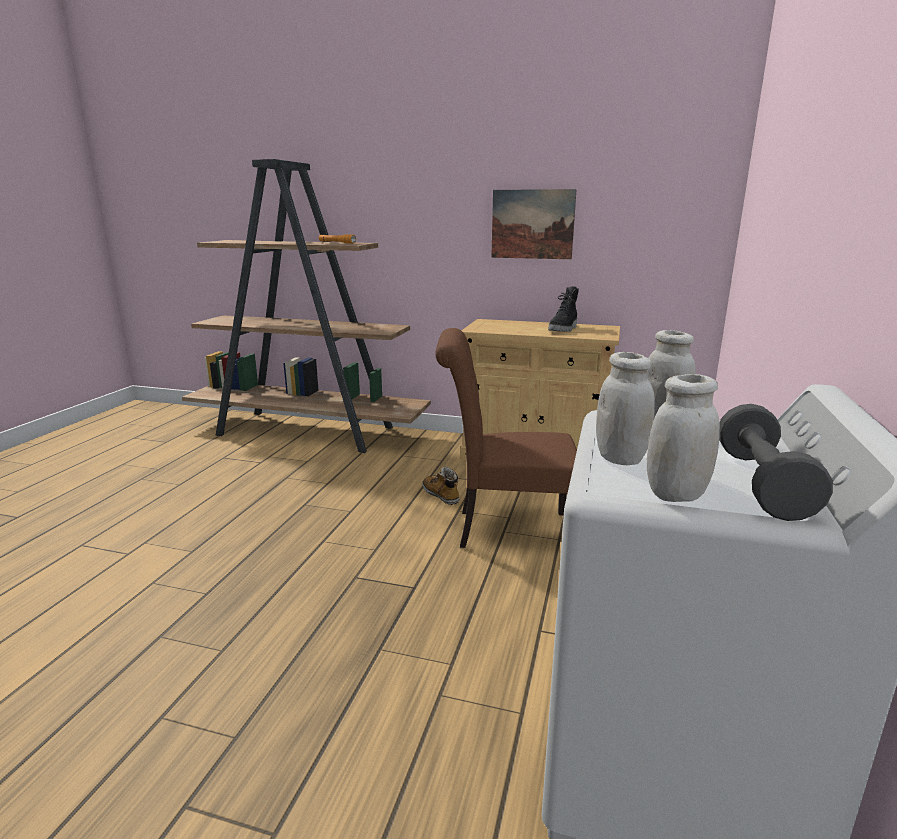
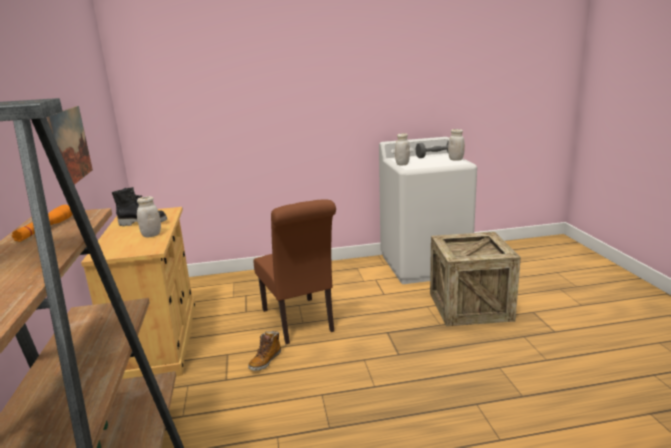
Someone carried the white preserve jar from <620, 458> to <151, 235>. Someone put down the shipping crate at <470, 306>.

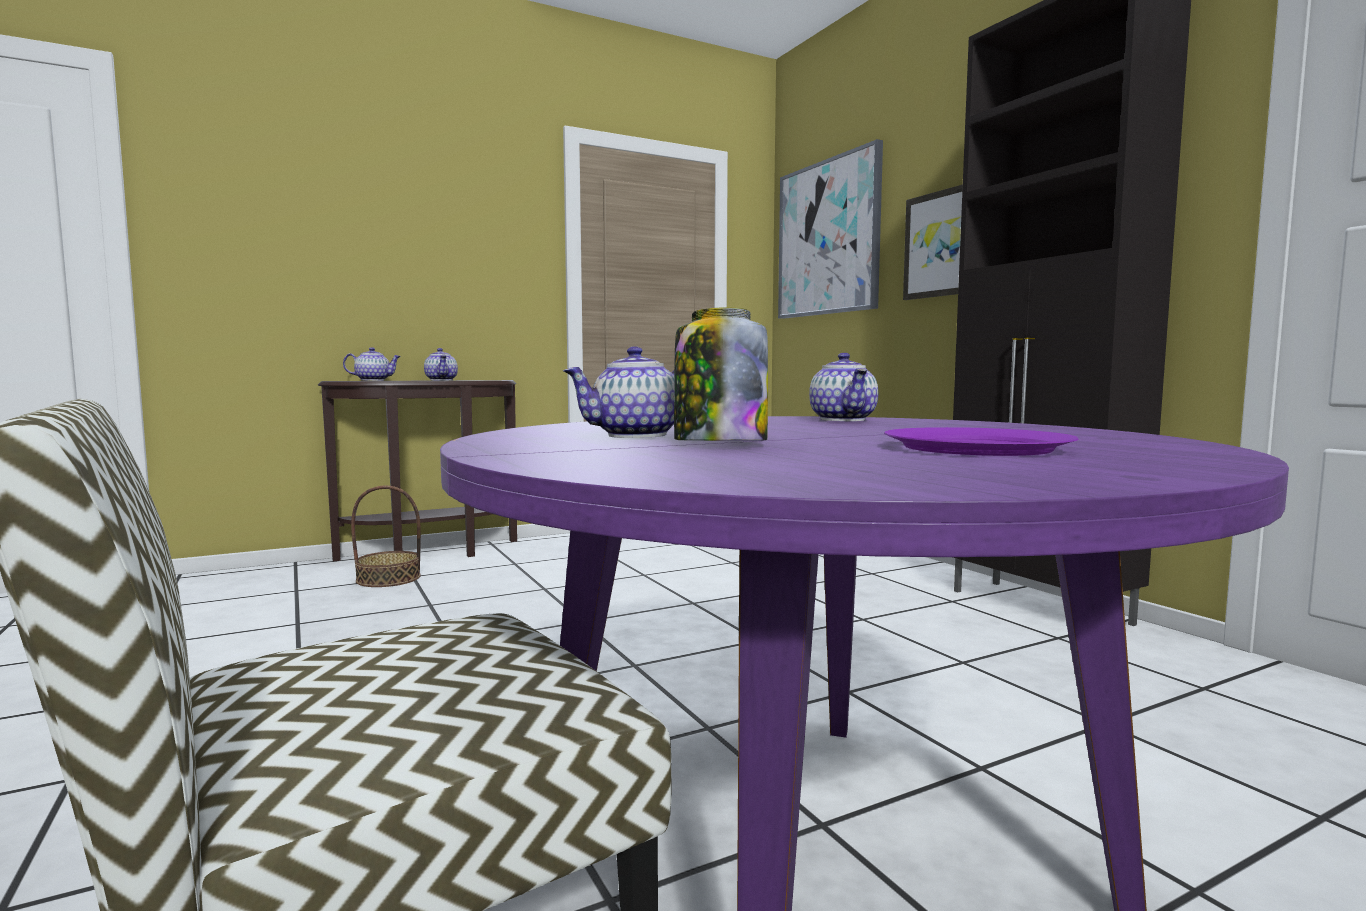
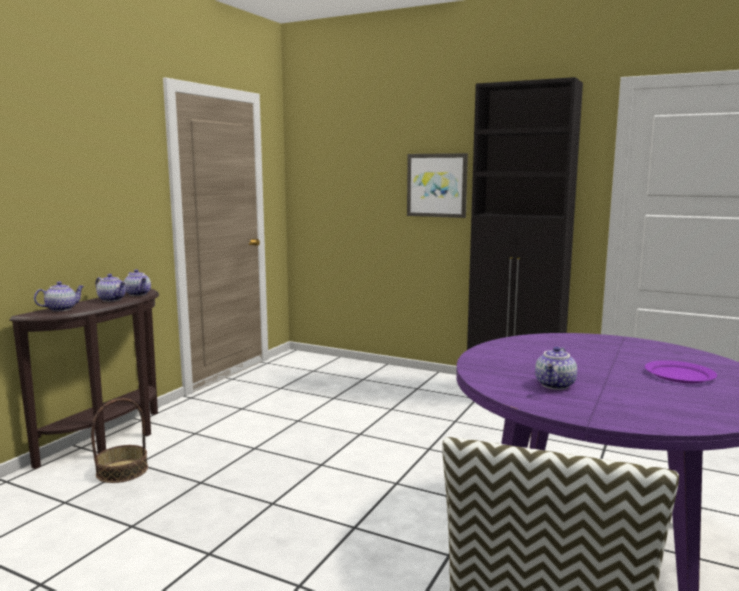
Someone carried the teapot from <844, 419> to <139, 294>. Someone took away the preserve jar at <718, 443>. Someone took away the wall art at <828, 238>.

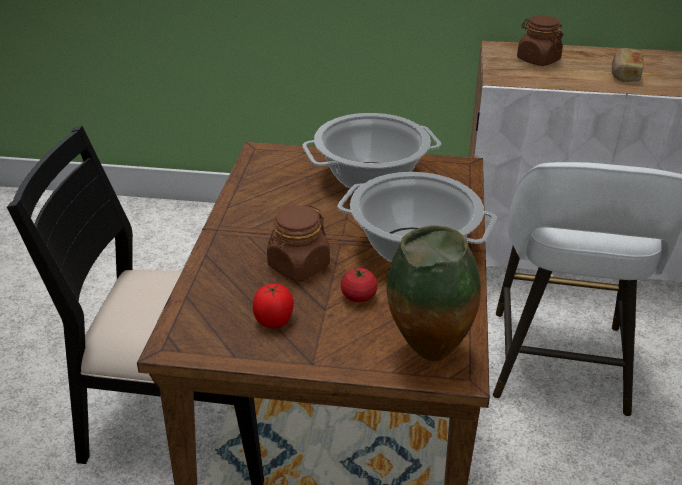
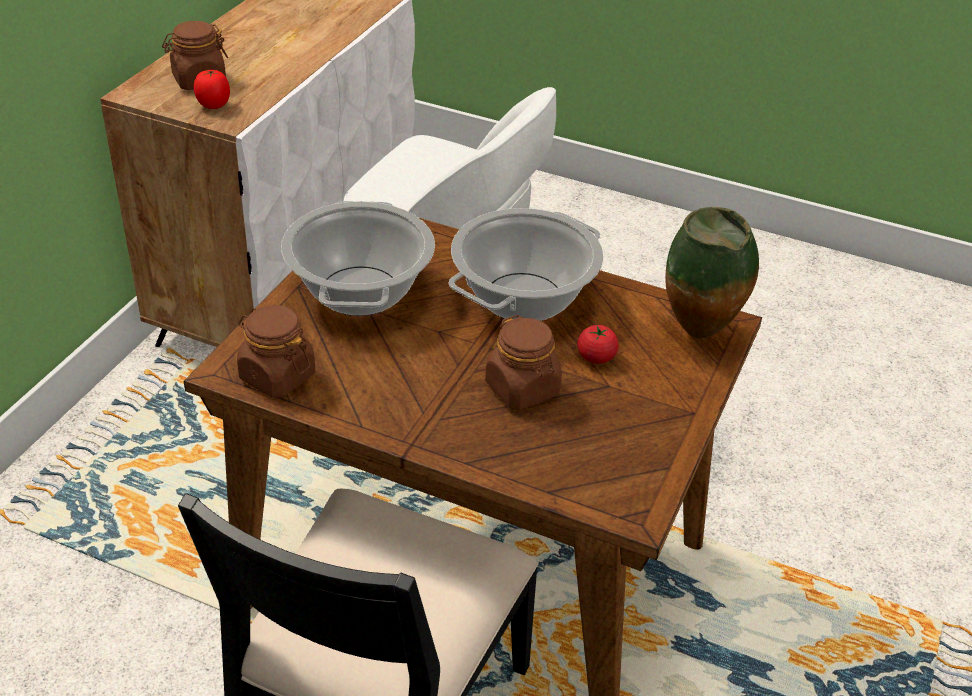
Someone carried the tomato from <274, 321> to <213, 105>. Someone put down the brownish preserve jar at <277, 376>. Someone took away the baked bread at <625, 75>.

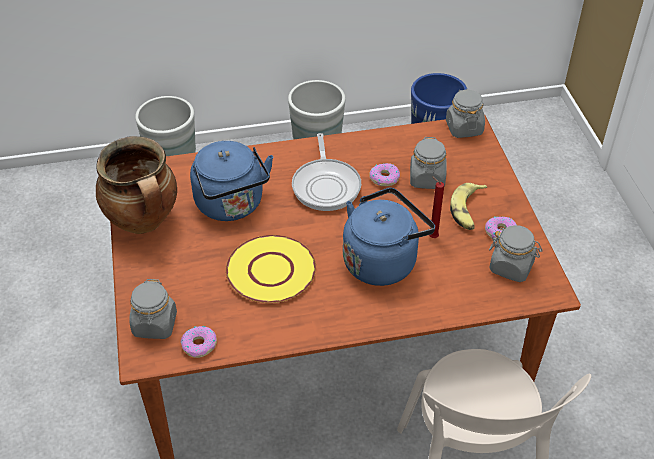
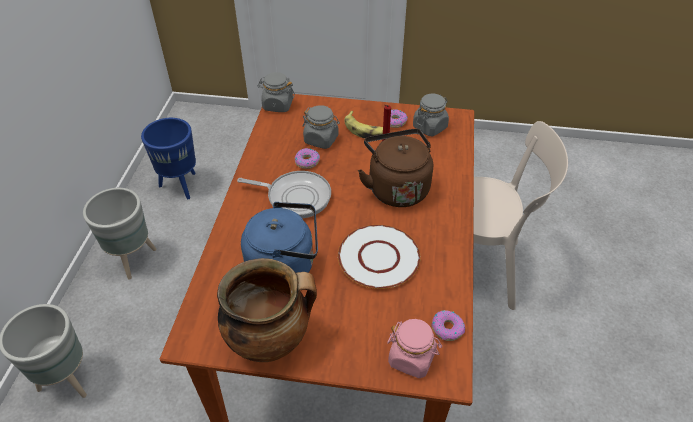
Someone repainted the yellowish dinner plate at <271, 270>, which became the white dinner plate at <378, 257>. Someone repainted the blue-coloured tea kettle at <382, 260>, which became the brownish tea kettle at <396, 188>. Someone repainted the greyish preserve jar at <155, 324>, which became the pink preserve jar at <412, 358>.

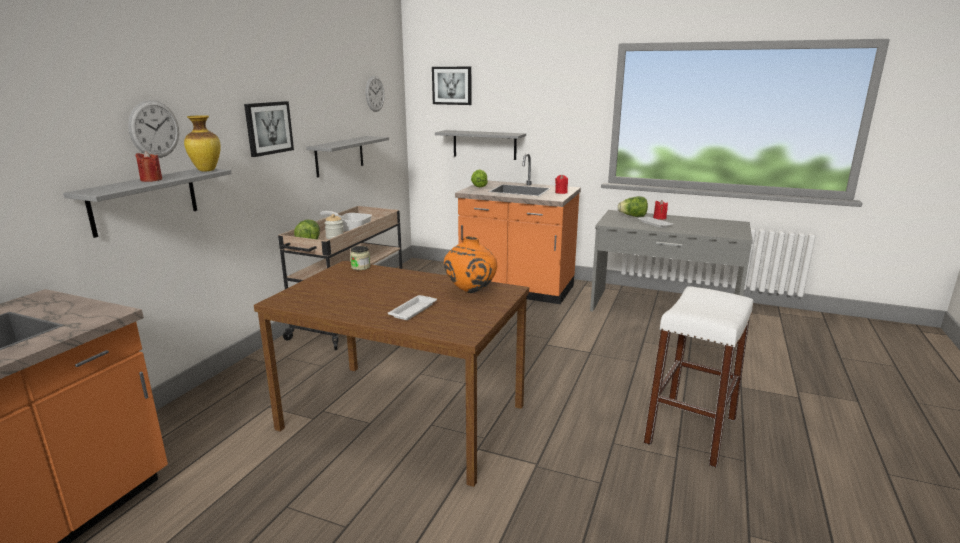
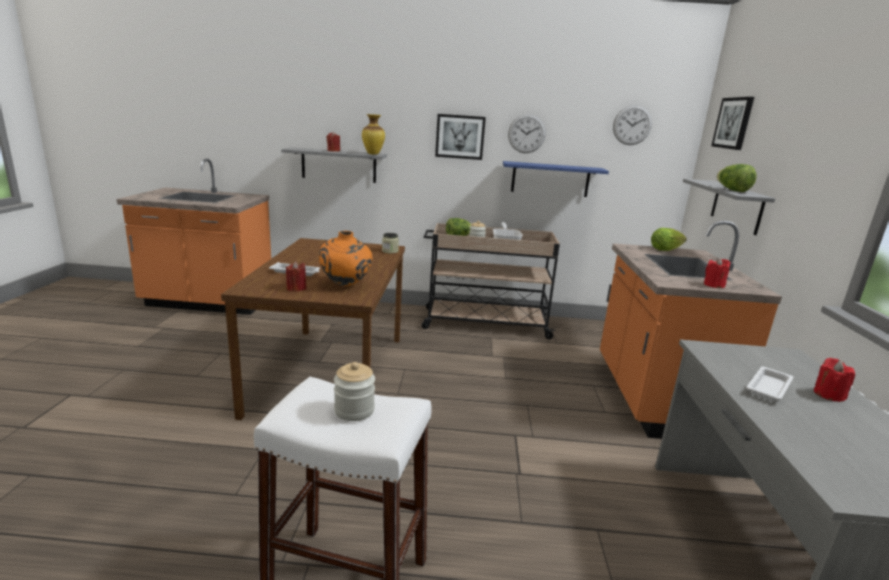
Someone put down the red candle at <296, 288>. Someone put down the preserve jar at <354, 410>. Someone repainted the greyish bracket shelf at <339, 156>, which became the blue-coloured bracket shelf at <550, 179>. Someone carried the wall clock from <154, 129> to <526, 134>. Someone carried the lettuce from <632, 216> to <732, 190>.

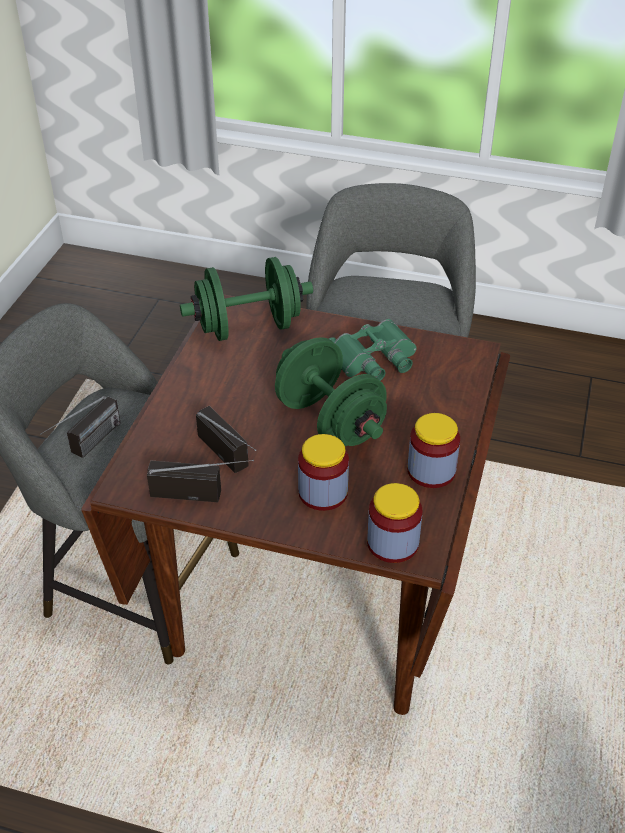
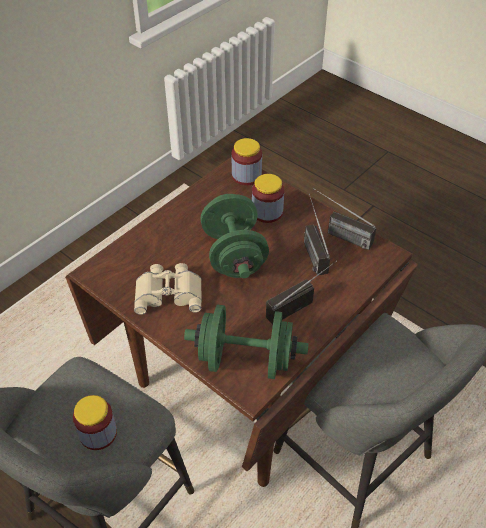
Someone carried the preserve jar from <431, 471> to <98, 433>. Someone repainted the green field glasses at <374, 359>, which became the beige-coloured field glasses at <169, 292>. Someone carried the radio set from <87, 448> to <299, 303>.

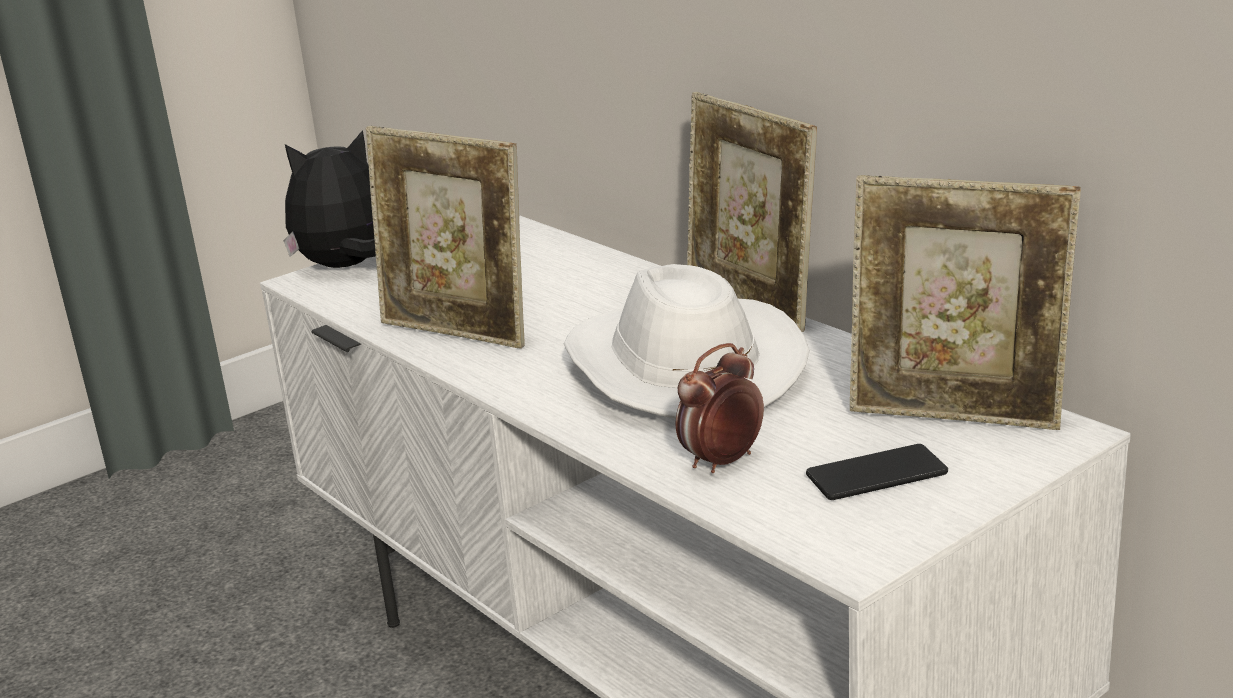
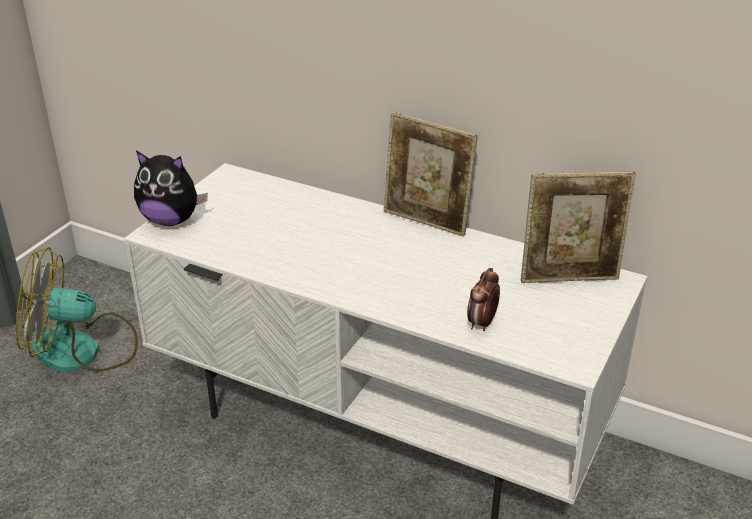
Someone put down the cooling fan at <83, 350>. Someone rotated the soft toy at <347, 267> by 120 degrees counterclockwise. Someone took away the standing frame at <457, 332>. Someone took away the white wearable hat at <680, 367>. Someone took away the telephone at <876, 474>.

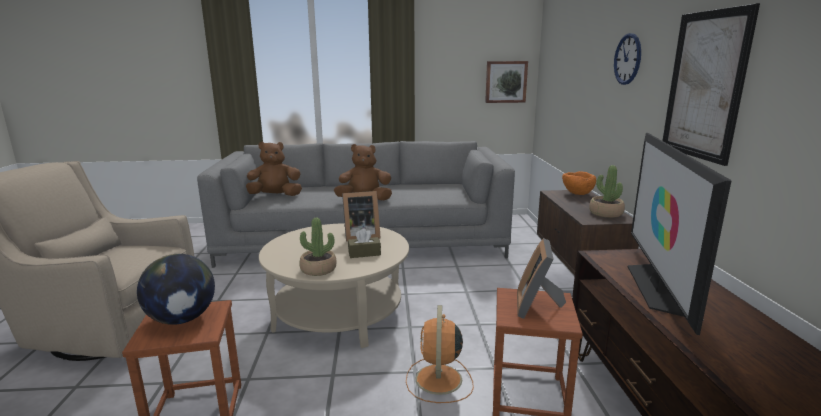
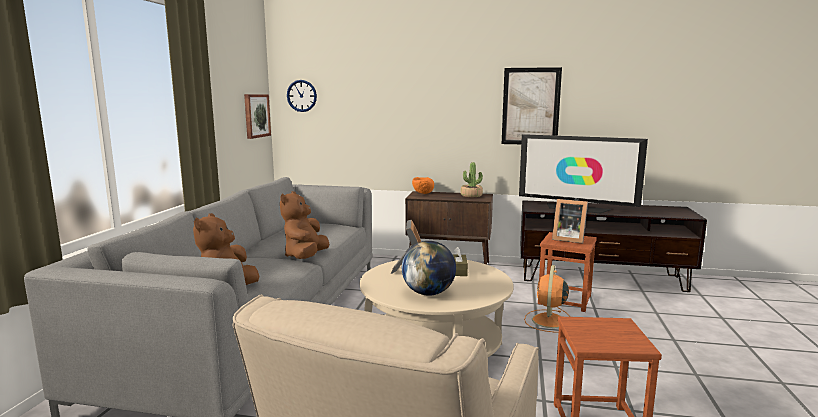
Someone carried the wall clock from <627, 59> to <301, 96>. Someone carried the world globe from <182, 319> to <428, 293>. Someone rotated the orange cooling fan at <438, 380> by 90 degrees clockwise. Someone took away the plant in a pot at <318, 269>.

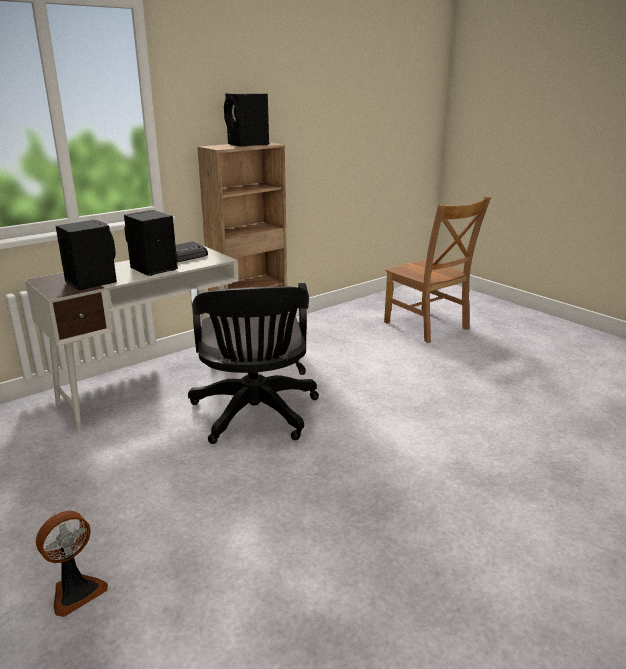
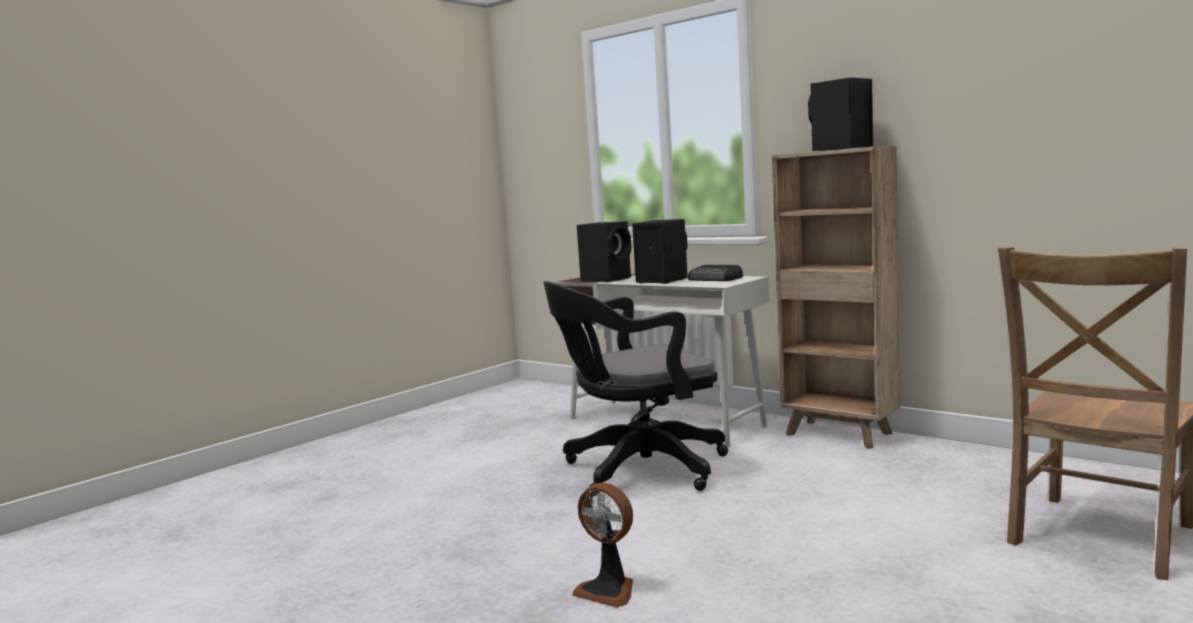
Someone carried the cooling fan from <76, 591> to <609, 590>.

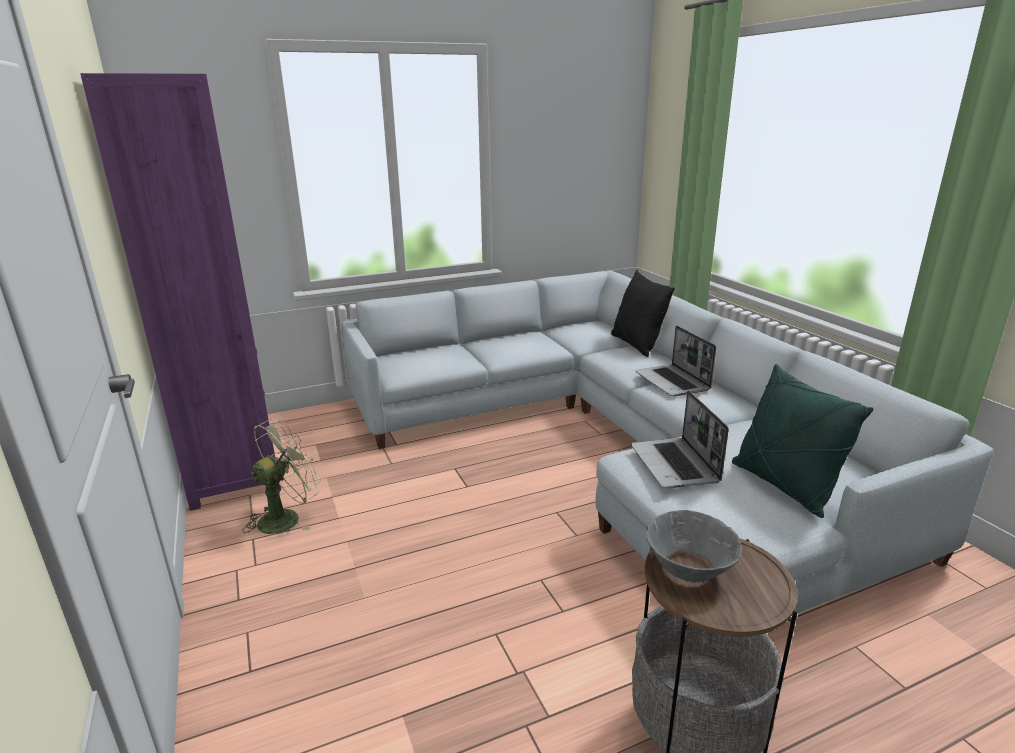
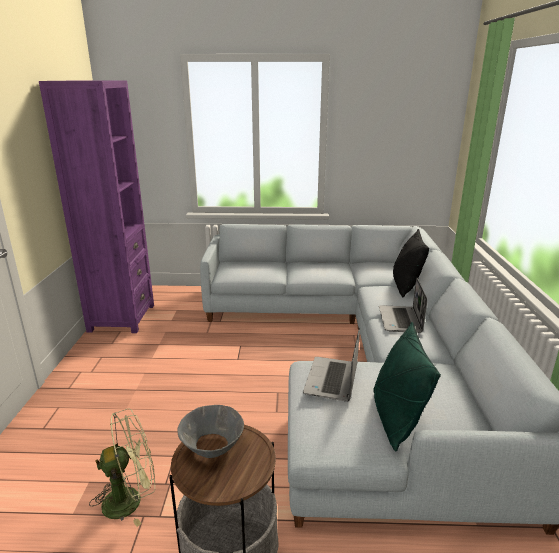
Someone carried the green cooling fan from <286, 517> to <131, 499>.

